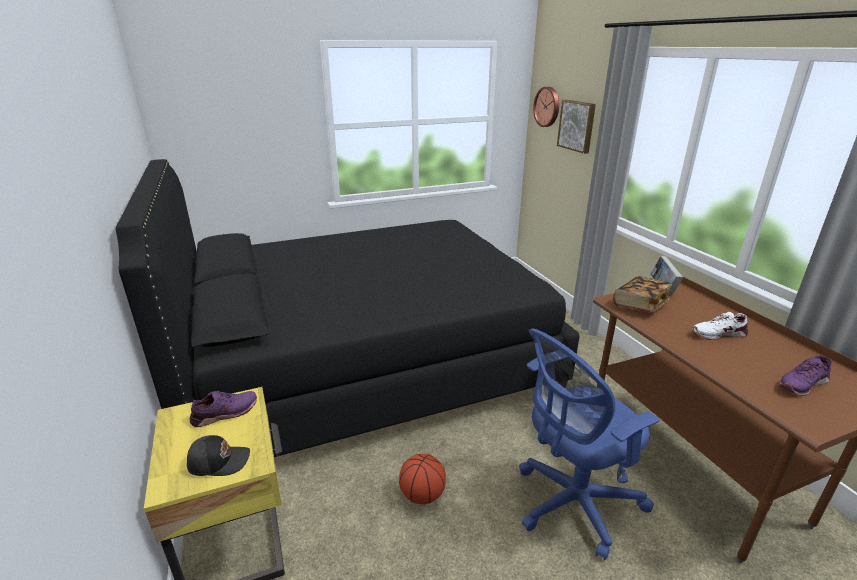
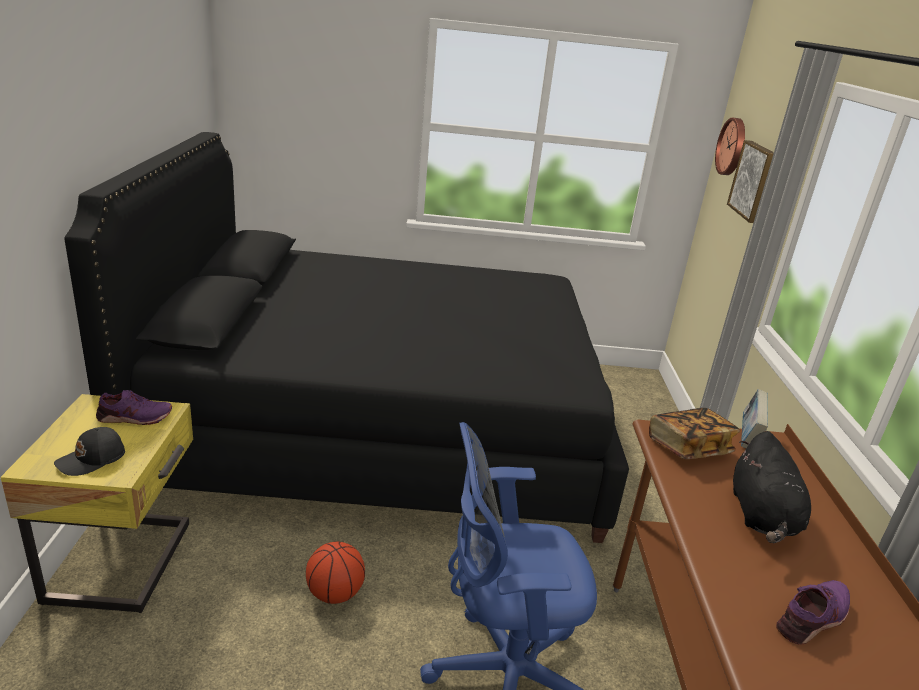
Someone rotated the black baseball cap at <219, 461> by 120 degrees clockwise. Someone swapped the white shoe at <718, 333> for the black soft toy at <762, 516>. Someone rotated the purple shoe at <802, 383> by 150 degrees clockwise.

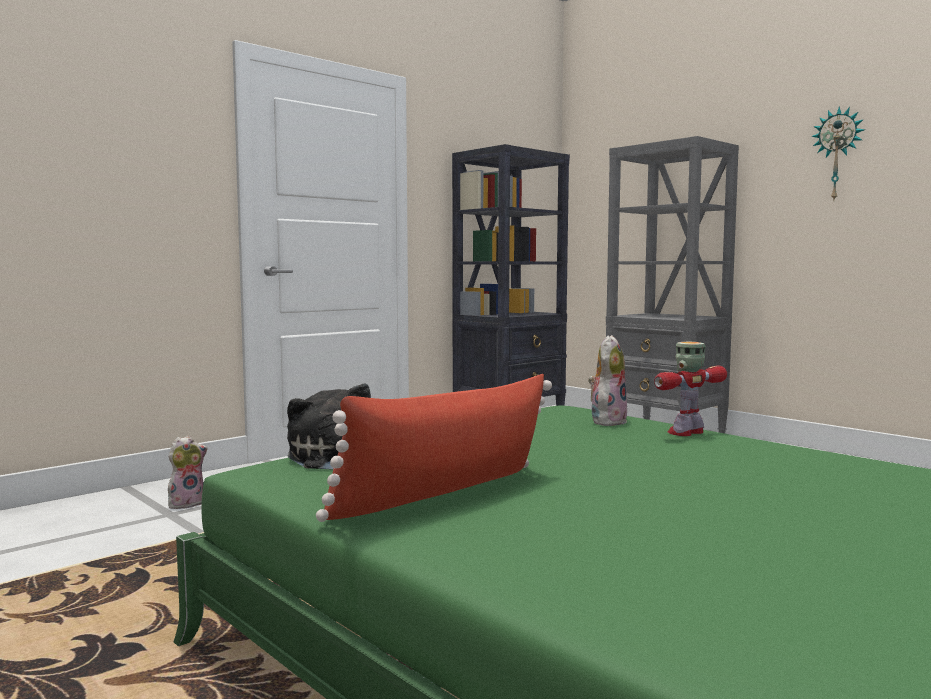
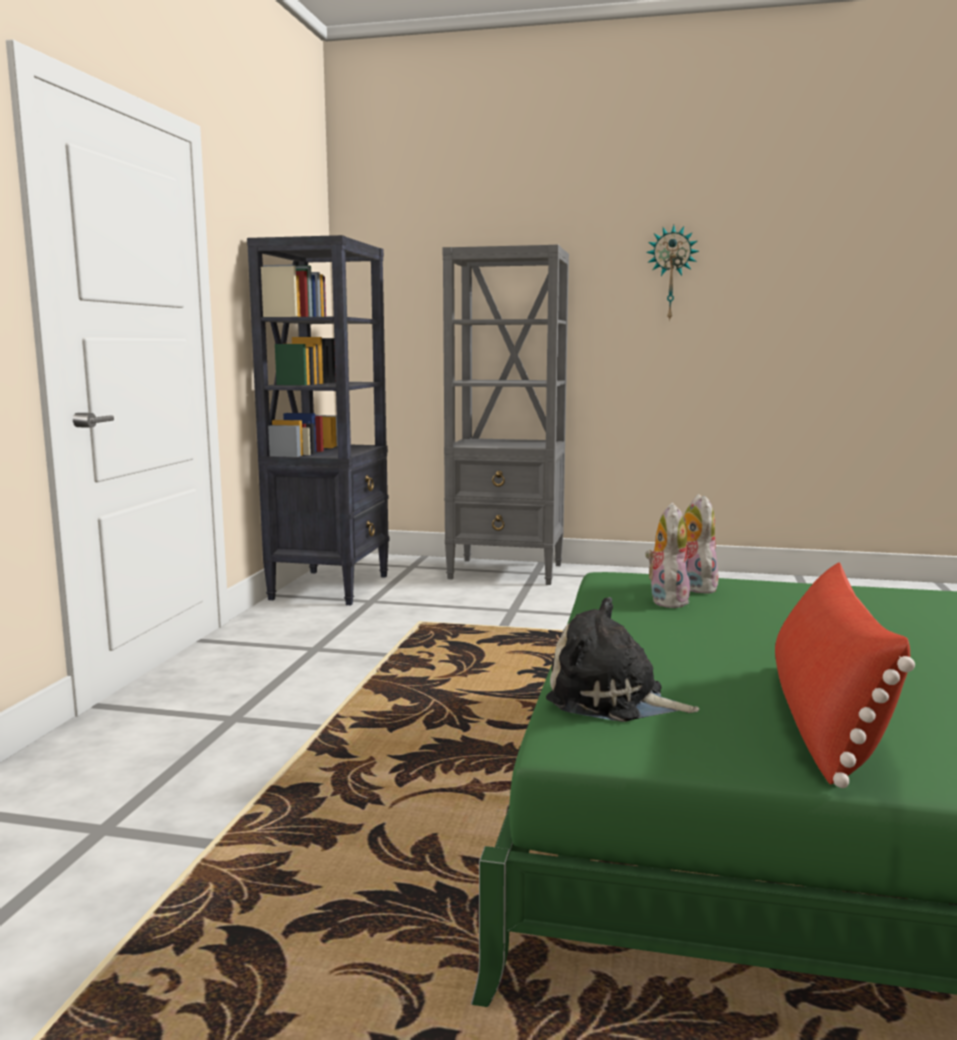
Someone carried the soft toy from <186, 503> to <666, 600>. Someone took away the toy robot at <687, 432>.

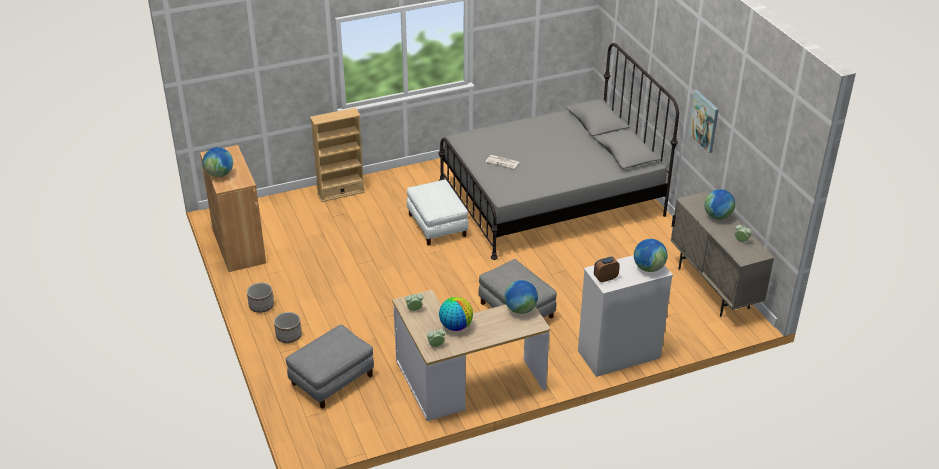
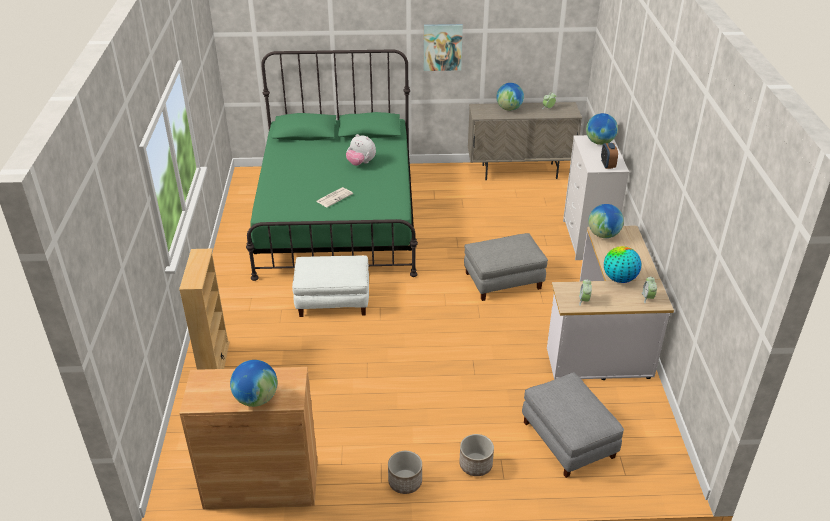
Someone repainted the greyish bed at <551, 198>, which became the green bed at <338, 217>. Someone put down the soft toy at <361, 163>.

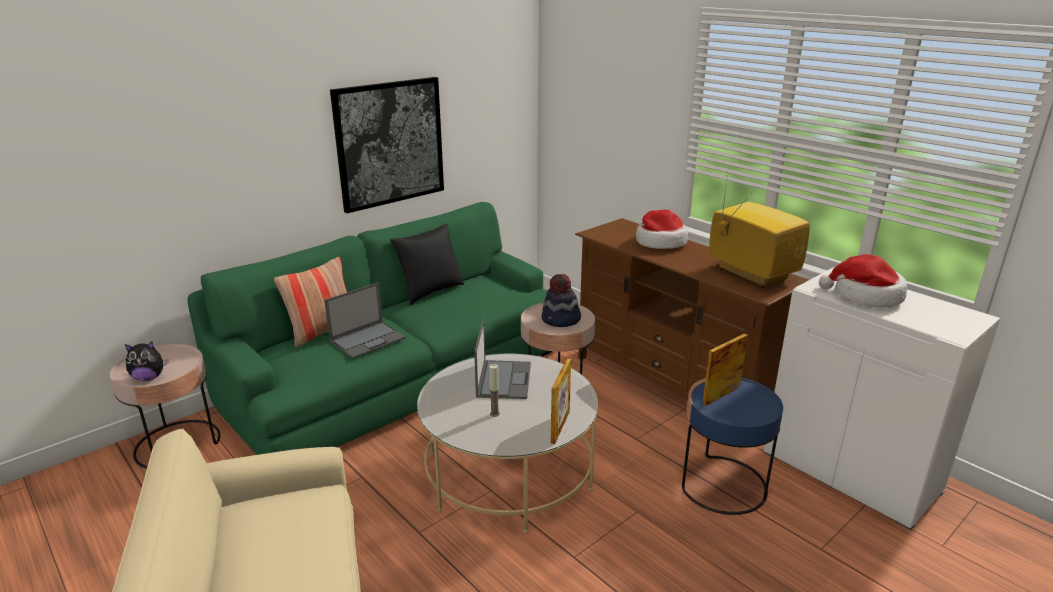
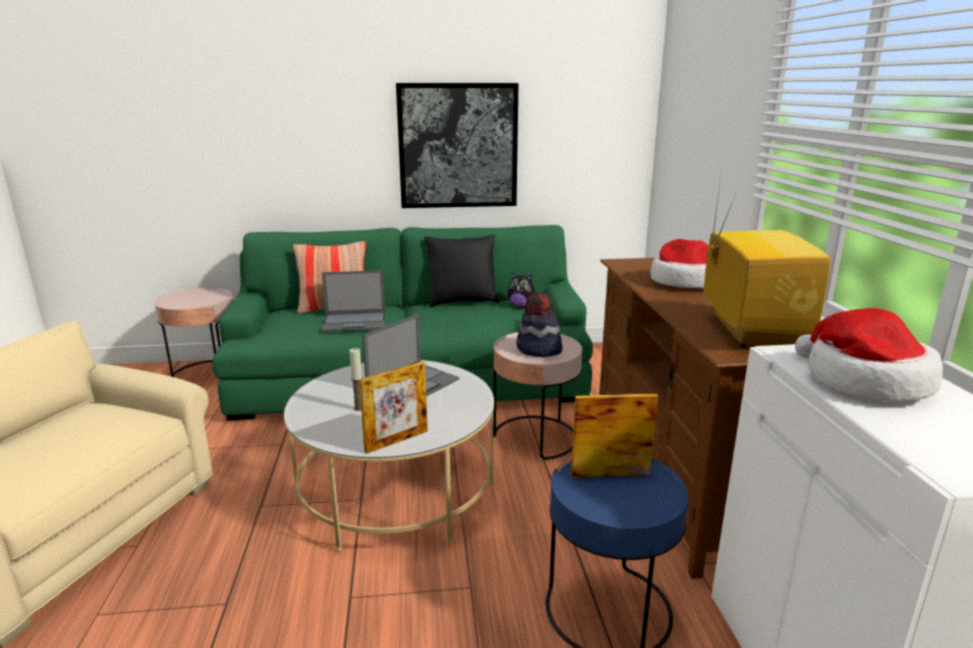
Someone carried the soft toy from <149, 378> to <521, 306>.

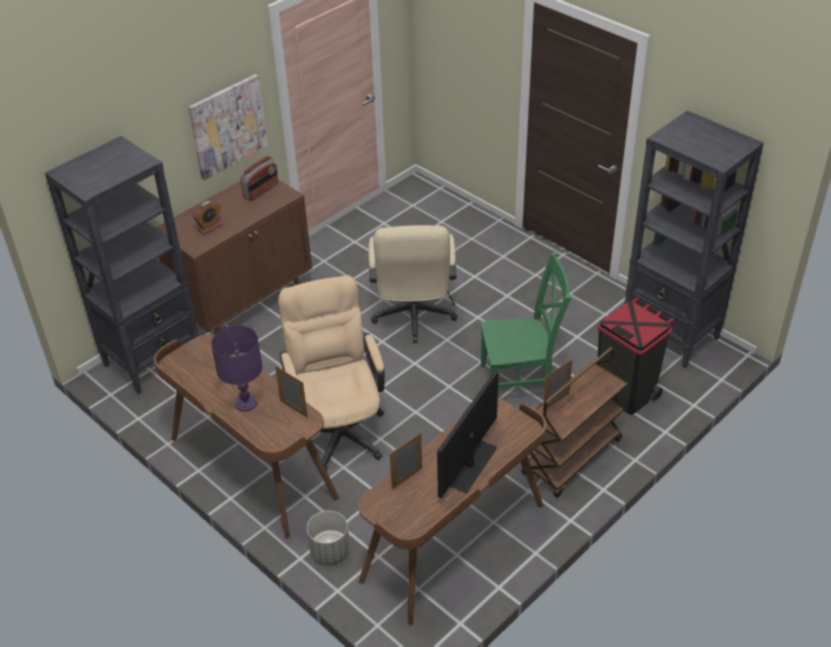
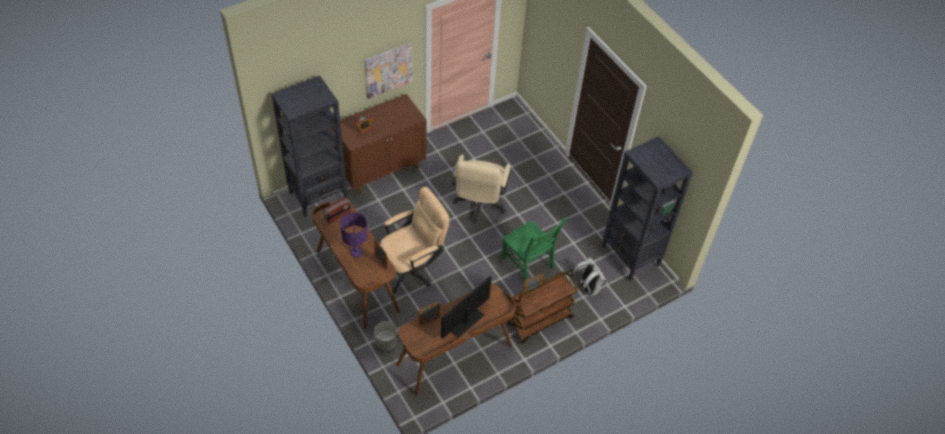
Someone carried the radio set from <261, 190> to <338, 216>. Someone rotated the beige-coloured computer chair at <339, 427> by 60 degrees clockwise. Someone rotated the green plain chair at <521, 382> by 45 degrees clockwise. Someone swapped the black rubbish bin at <625, 393> for the white backpack at <587, 288>.

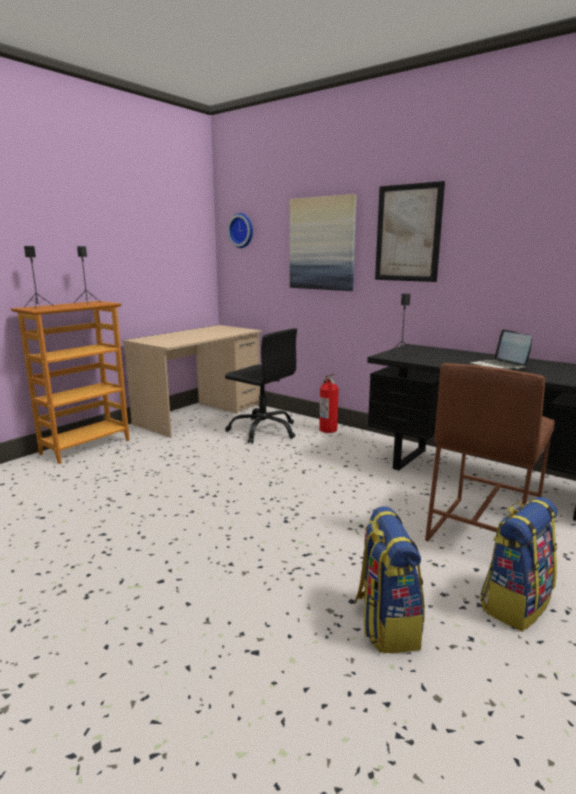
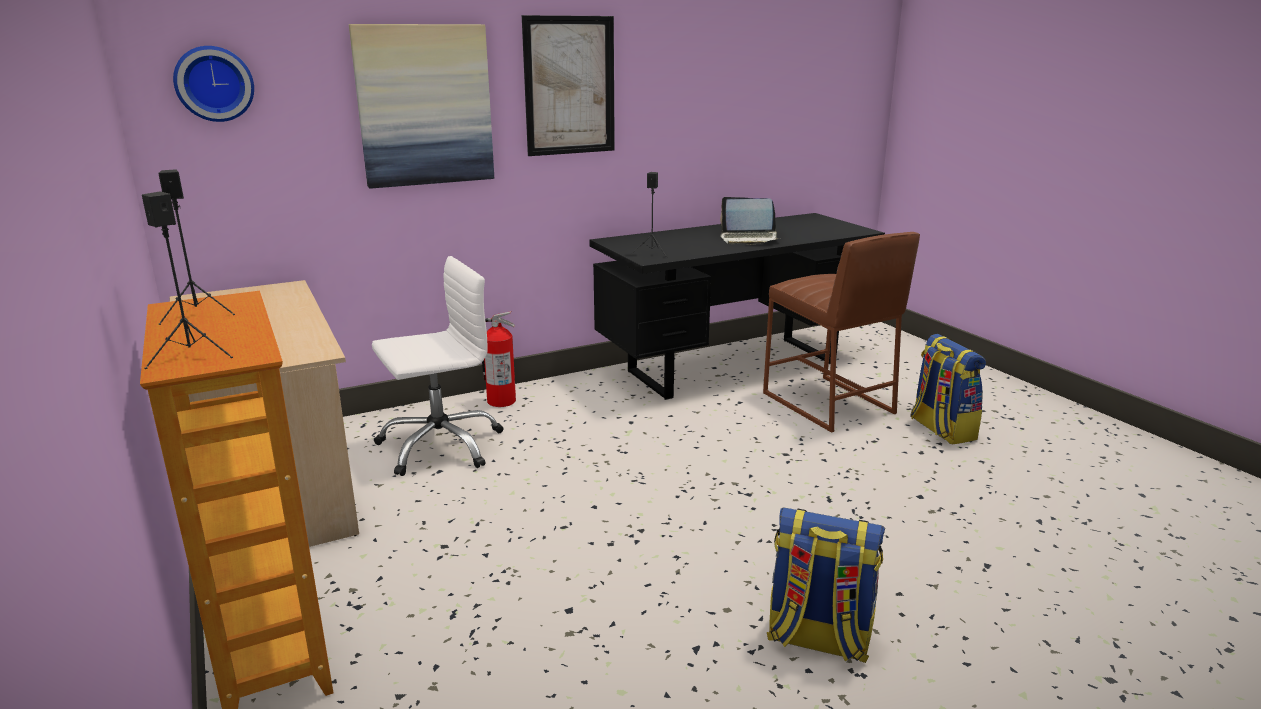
Someone repainted the black computer chair at <263, 430>, which became the white computer chair at <440, 445>. Someone carried the backpack from <385, 624> to <817, 639>.

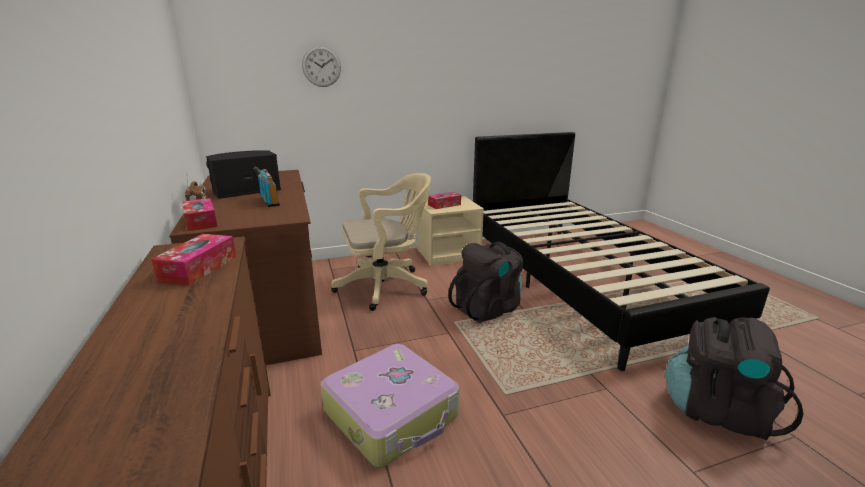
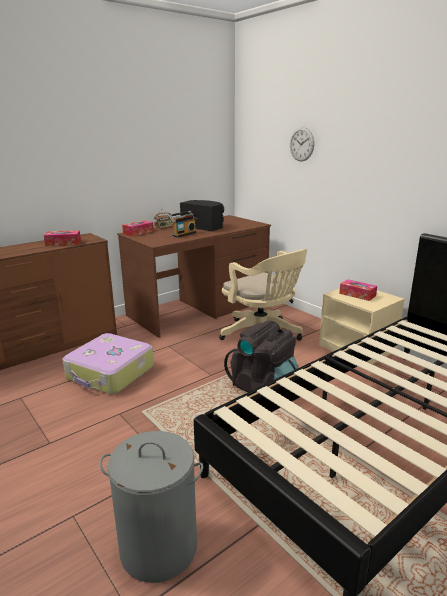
Someone swapped the black backpack at <717, 411> for the greyish washing basket at <158, 547>.

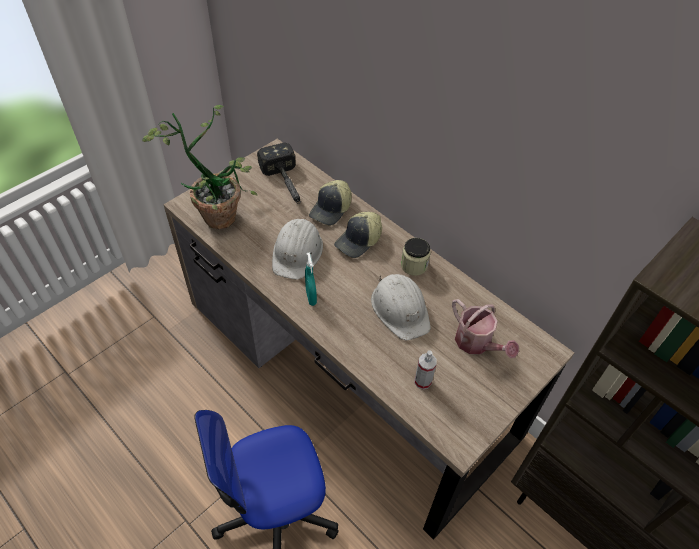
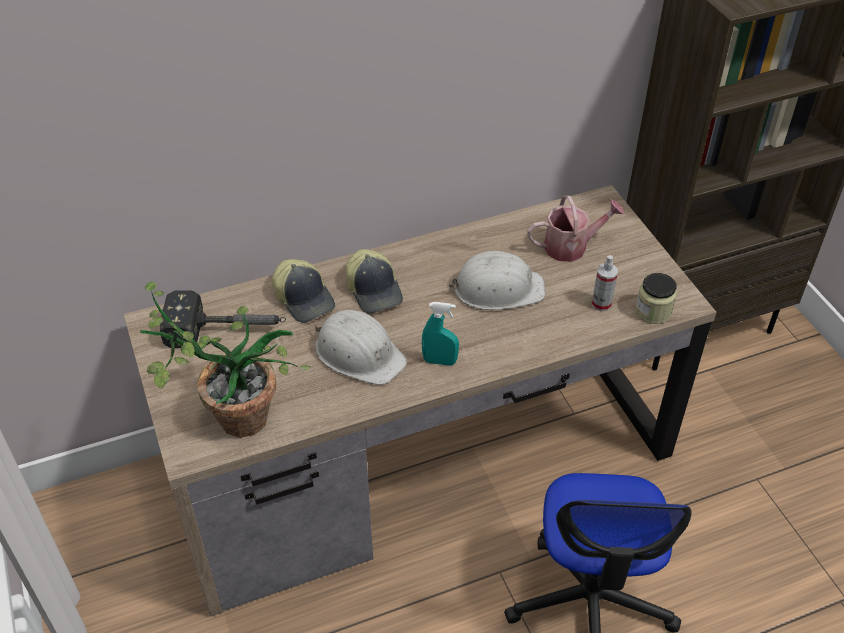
Someone carried the preserve jar from <414, 265> to <653, 311>.

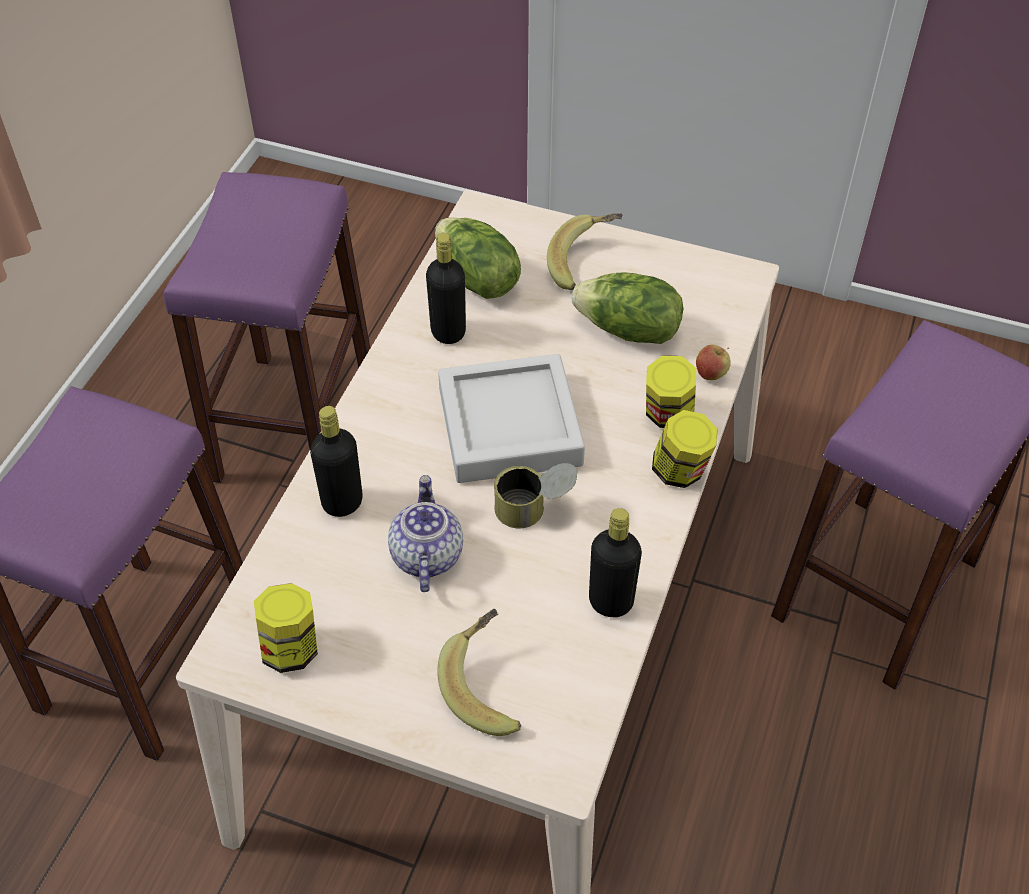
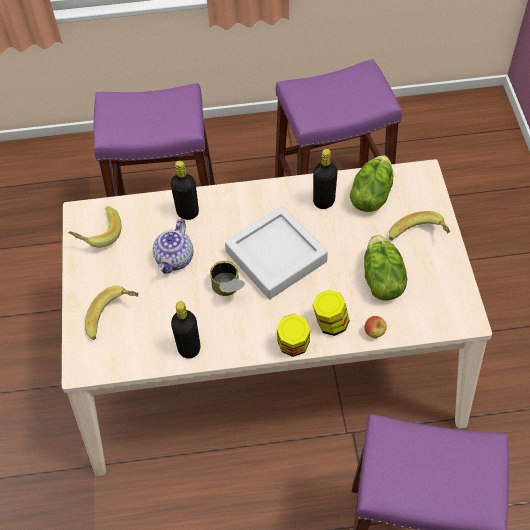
Someone swapped the preserve jar at <291, 648> for the banana at <97, 234>. Someone rotated the teapot at <425, 555> by 135 degrees clockwise.

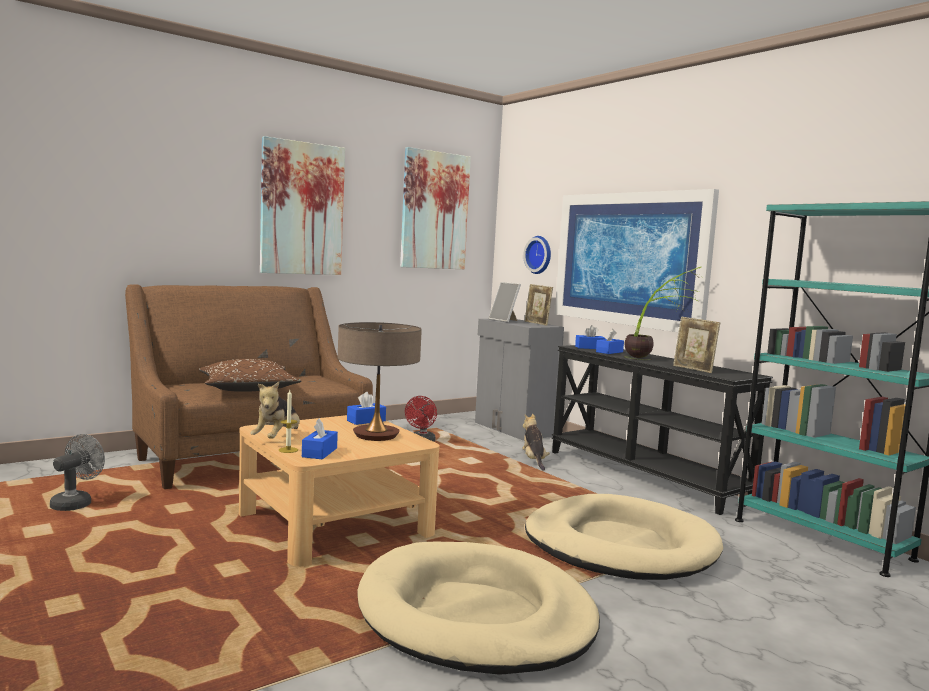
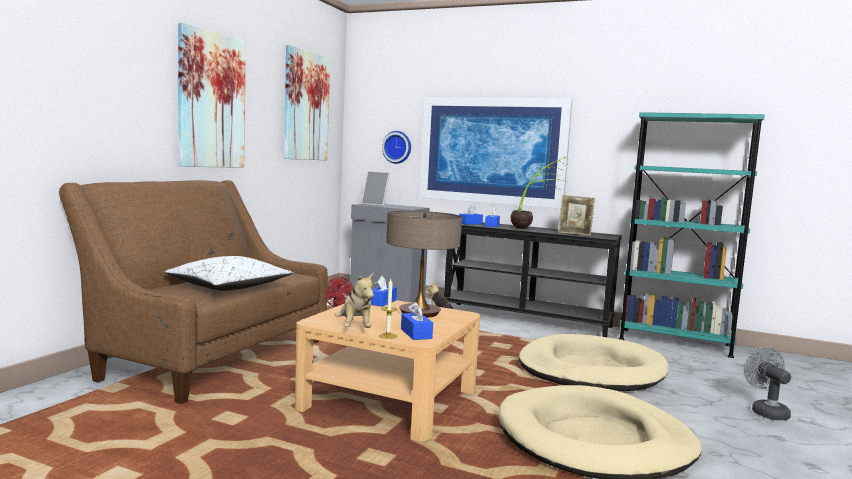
Someone repainted the brownish throw pillow at <248, 389>, which became the white throw pillow at <229, 287>. Someone carried the greyish cooling fan from <76, 503> to <766, 411>. Someone took away the standing frame at <537, 323>.

